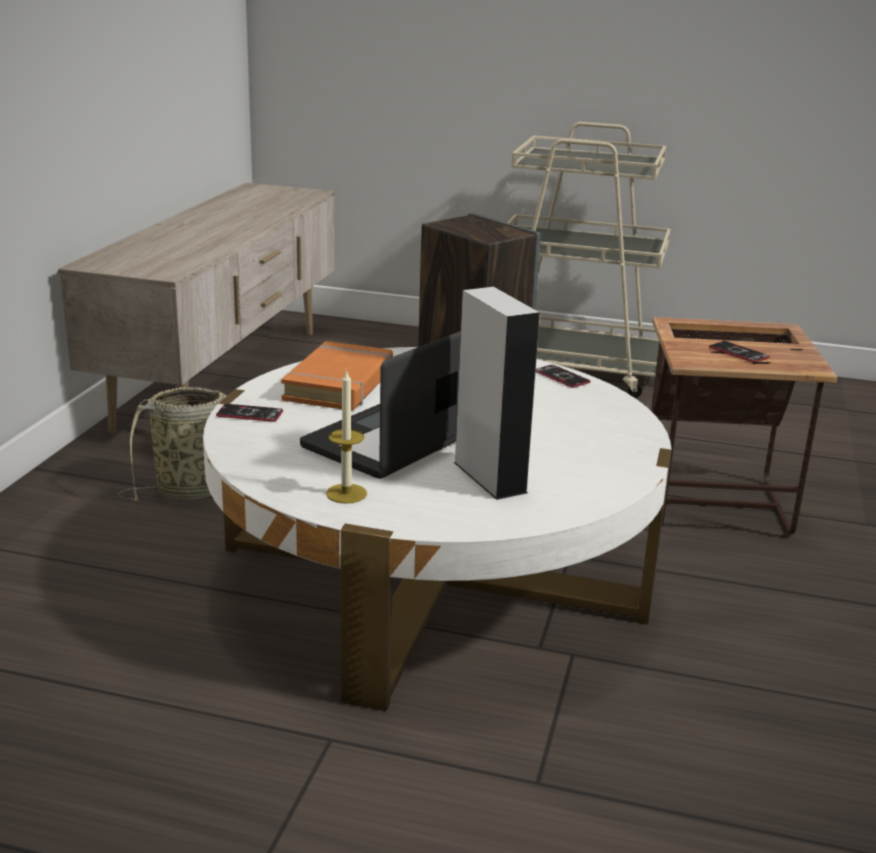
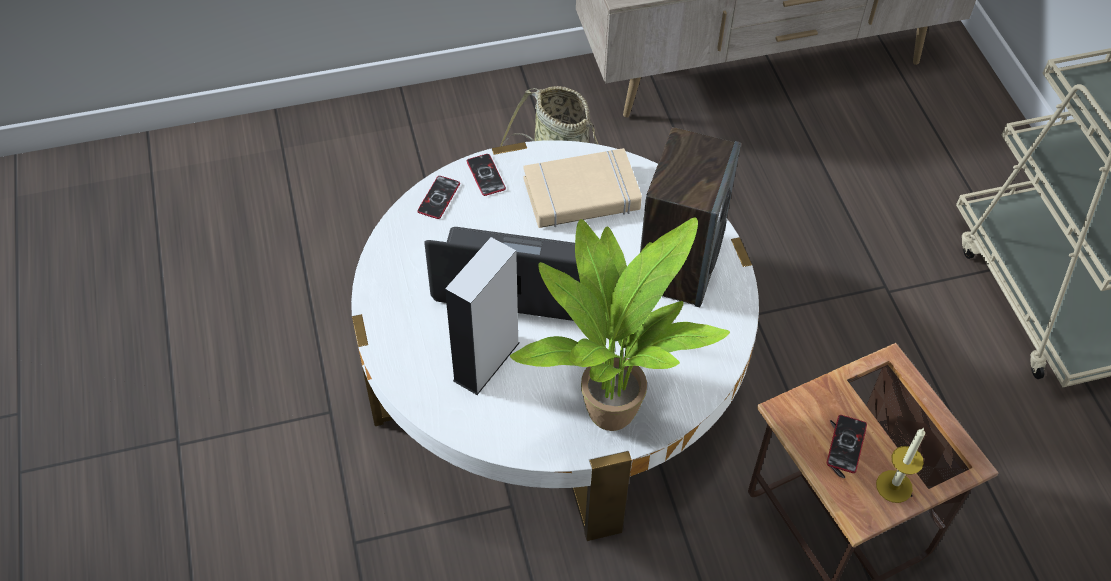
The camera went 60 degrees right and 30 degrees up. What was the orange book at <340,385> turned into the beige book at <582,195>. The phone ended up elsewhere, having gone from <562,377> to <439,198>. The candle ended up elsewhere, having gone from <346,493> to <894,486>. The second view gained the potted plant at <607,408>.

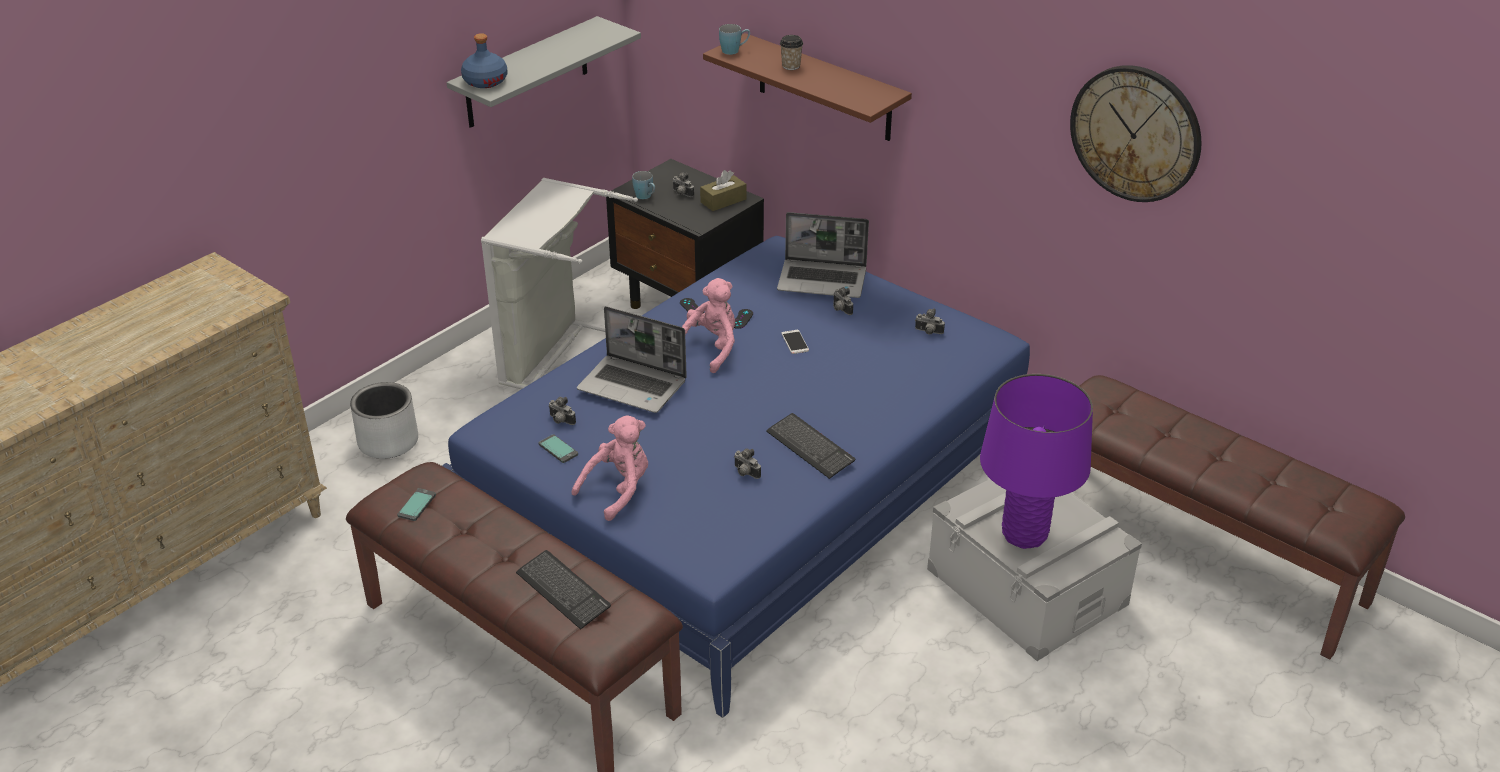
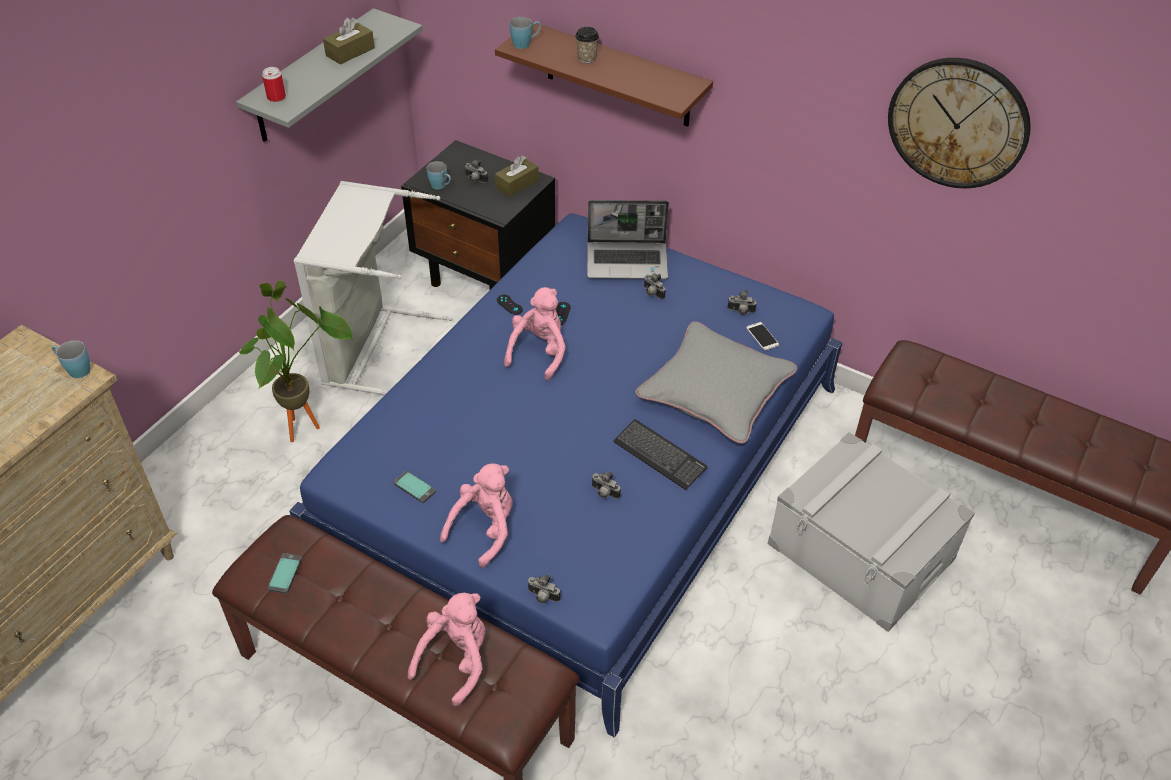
The camera went 10 degrees left and 10 degrees up. Where the blue bottle stood at <485,81>, the can came to stand at <276,97>. The second view lost the laptop at <634,386>. The phone ended up elsewhere, having gone from <795,342> to <762,336>. The second view lost the purple table lamp at <1024,534>. The second view lost the grey planter at <388,441>. The photo camera ended up elsewhere, having gone from <560,421> to <542,597>. Where the keyboard stood at <563,591>, the pink plush toy came to stand at <456,660>. The second view gained the brown tissue box at <350,52>. The second view gained the potted plant at <307,424>. The second view gained the grey pillow at <715,390>. The second view gained the blue mug at <75,369>.

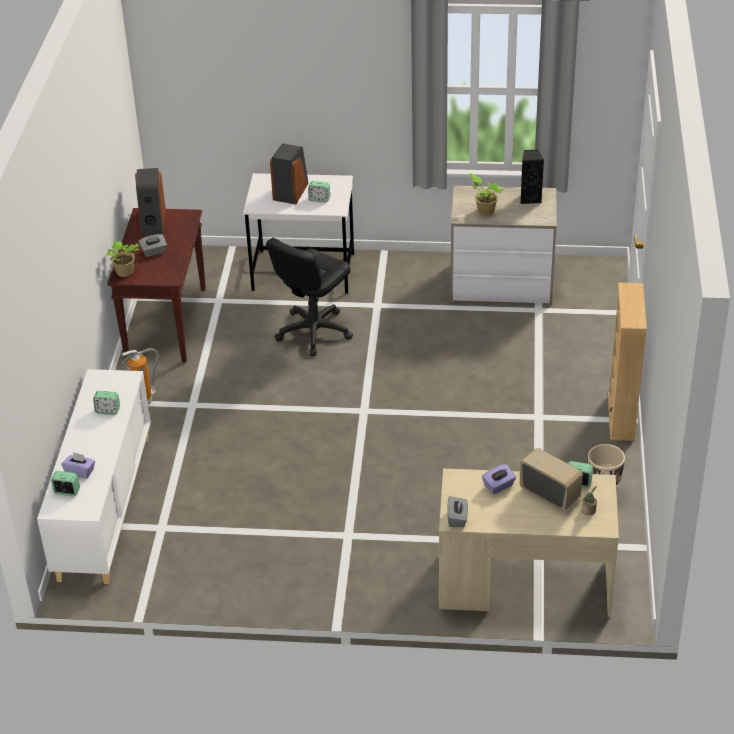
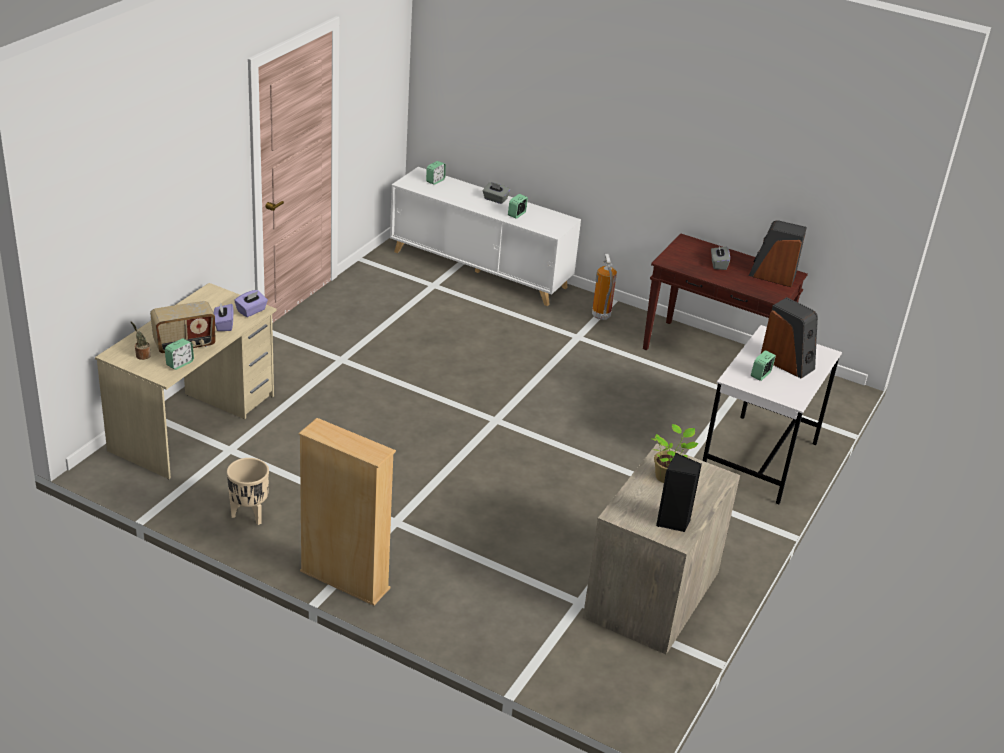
The camera went 110 degrees right and 5 degrees down. The second view lost the black office chair at <313,331>. The second view lost the potted plant at <124,273>. The purple tissue box ended up elsewhere, having gone from <80,472> to <251,311>. The grey tissue box ended up elsewhere, having gone from <457,518> to <495,199>.

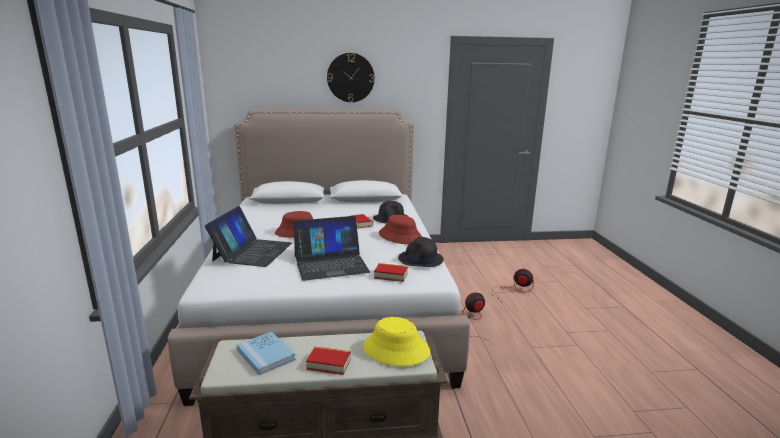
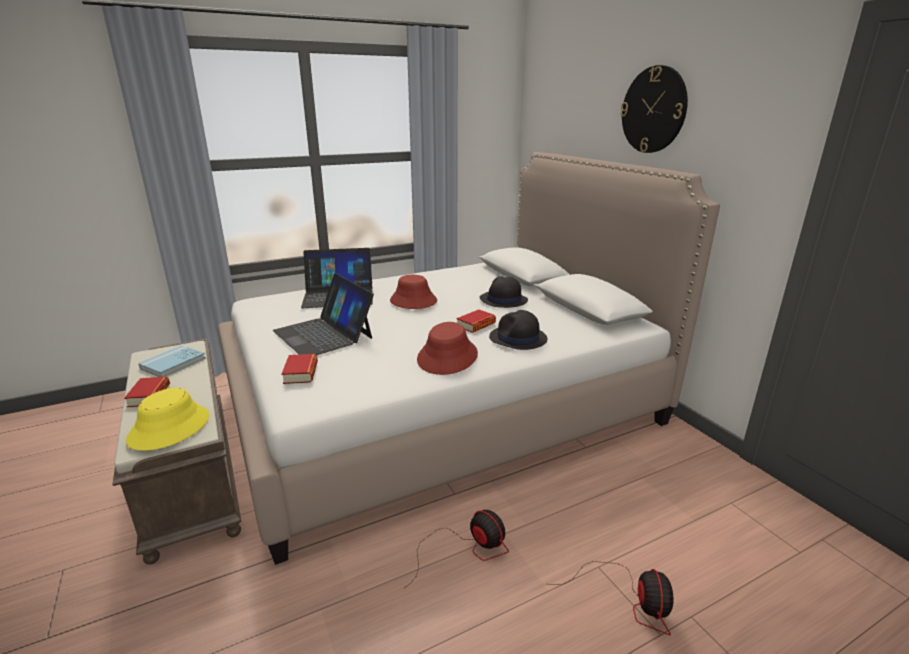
The camera went 70 degrees right and 5 degrees up. The black hat ended up elsewhere, having gone from <421,259> to <503,300>.

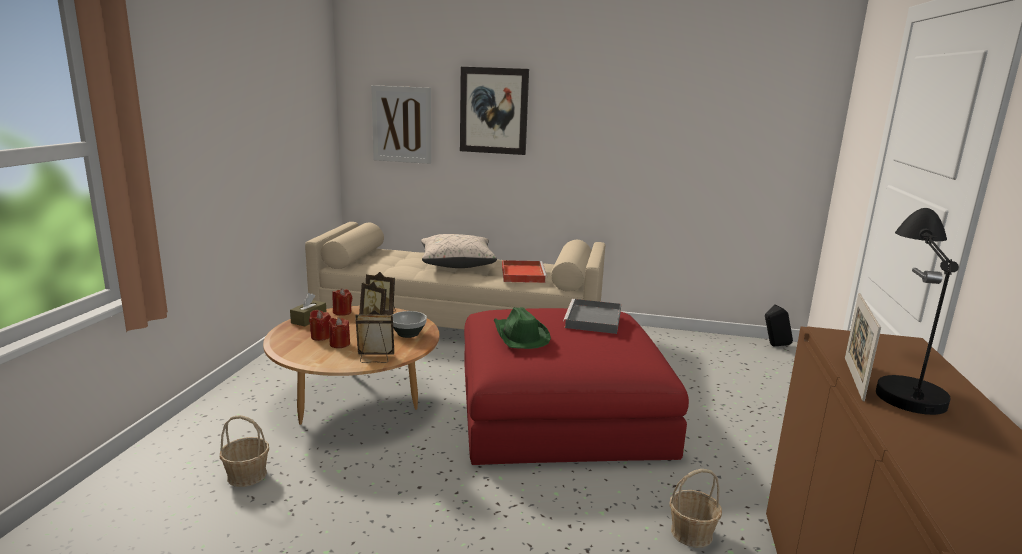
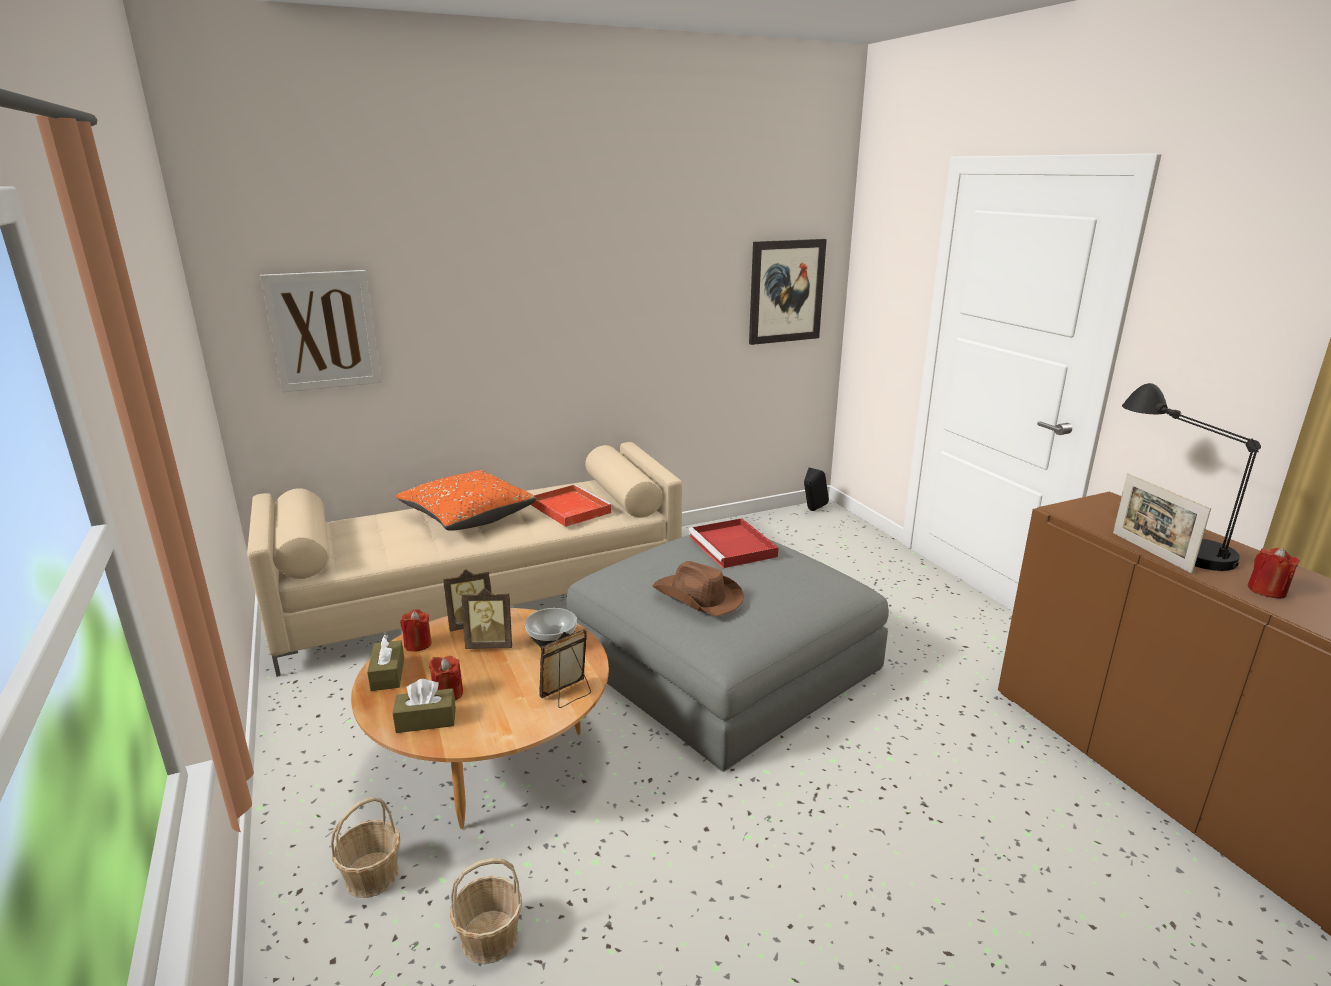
The camera went 35 degrees left and 5 degrees up. The picture ended up elsewhere, having gone from <494,111> to <786,291>. What was the beige pillow at <457,263> turned into the orange pillow at <468,516>. What was the grey tray at <593,320> turned into the red tray at <734,547>. What was the green hat at <519,336> turned into the brown hat at <698,597>. What was the red ottoman at <560,409> turned into the grey ottoman at <723,662>. The red candle ended up elsewhere, having gone from <339,344> to <1266,590>. The basket ended up elsewhere, having gone from <692,533> to <372,875>. The second view gained the brown tissue box at <426,720>.

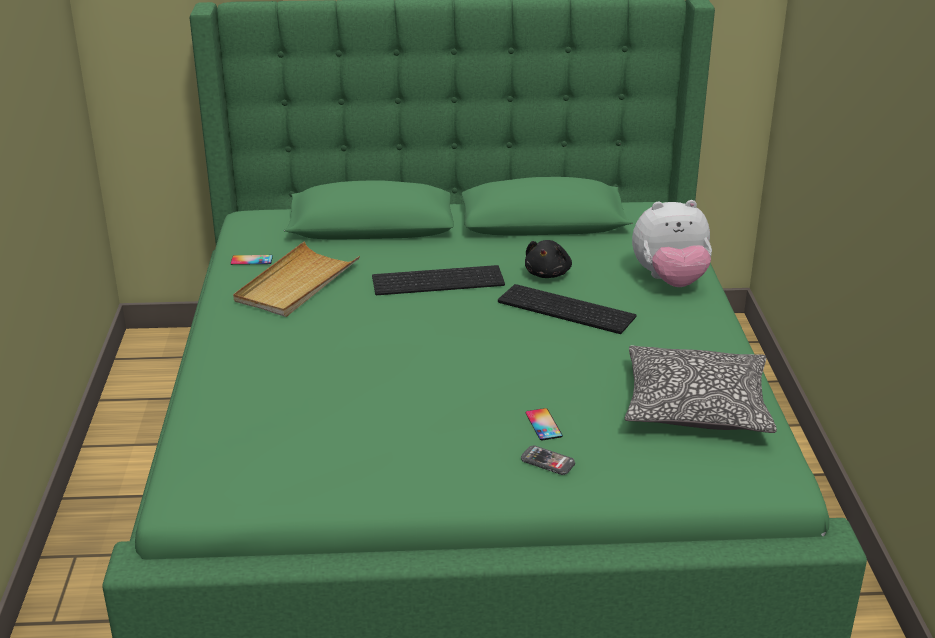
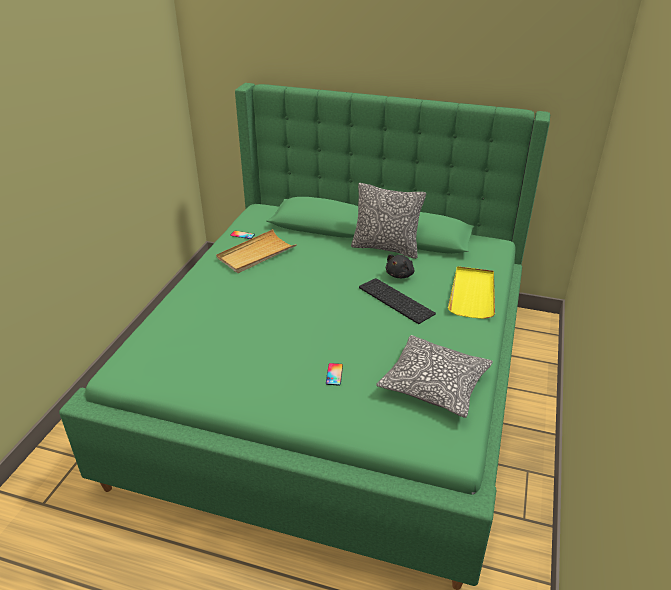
The camera went 20 degrees right and 5 degrees up. Where the plush toy stood at <670,281>, the yellow tray came to stand at <472,294>. The second view lost the keyboard at <439,280>. The second view lost the phone at <547,462>. The second view gained the pillow at <386,248>.

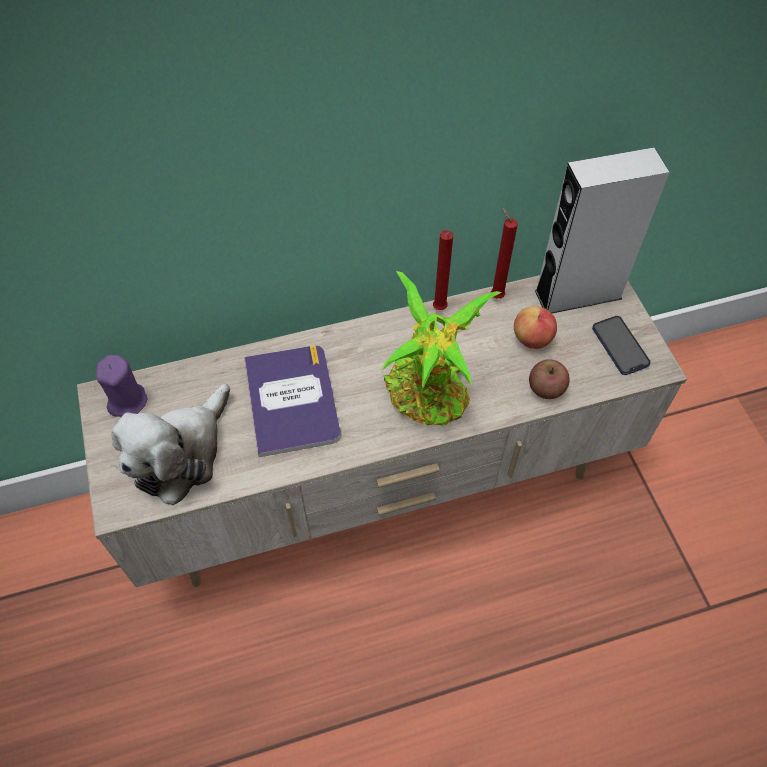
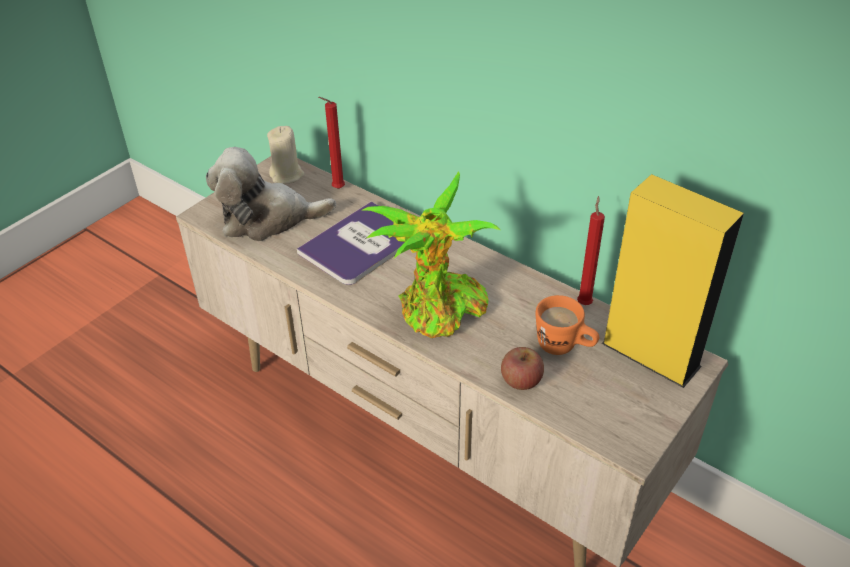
The camera went 55 degrees right and 15 degrees down. What was the grey speaker at <578,294> turned into the yellow speaker at <650,354>. The red candle ended up elsewhere, having gone from <439,310> to <336,189>. Where the apple stood at <532,339>, the orange mug came to stand at <564,347>. The second view lost the phone at <620,346>. What was the purple candle at <127,401> turned into the beige candle at <287,175>.

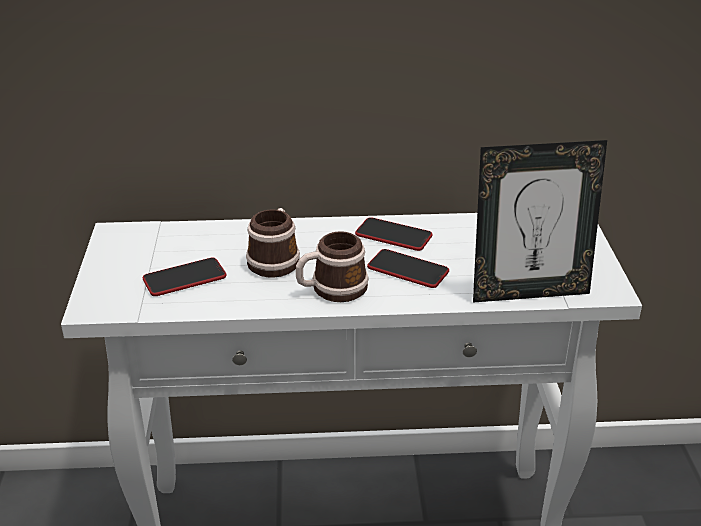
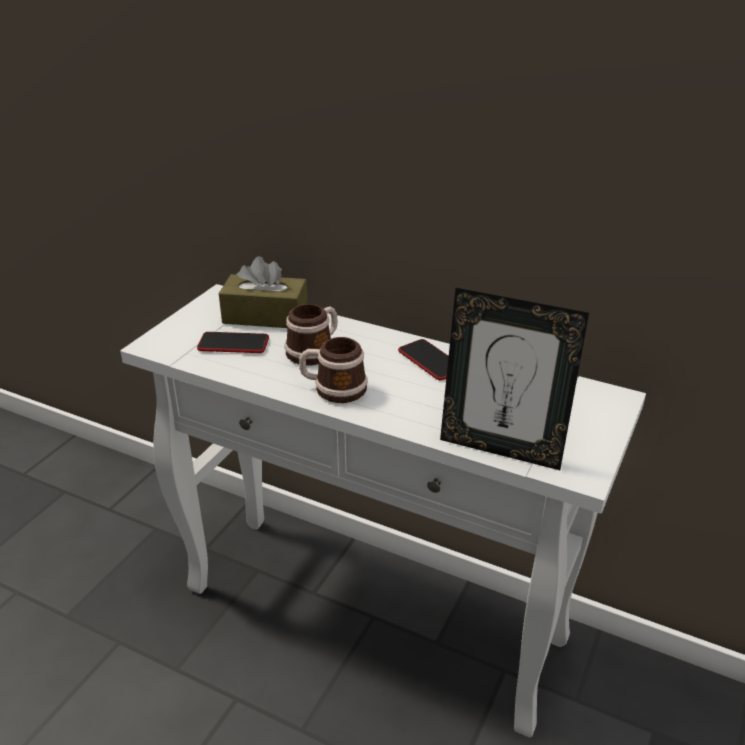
The camera went 30 degrees right and 0 degrees up. The second view lost the phone at <408,270>. The second view gained the brown tissue box at <265,316>.

